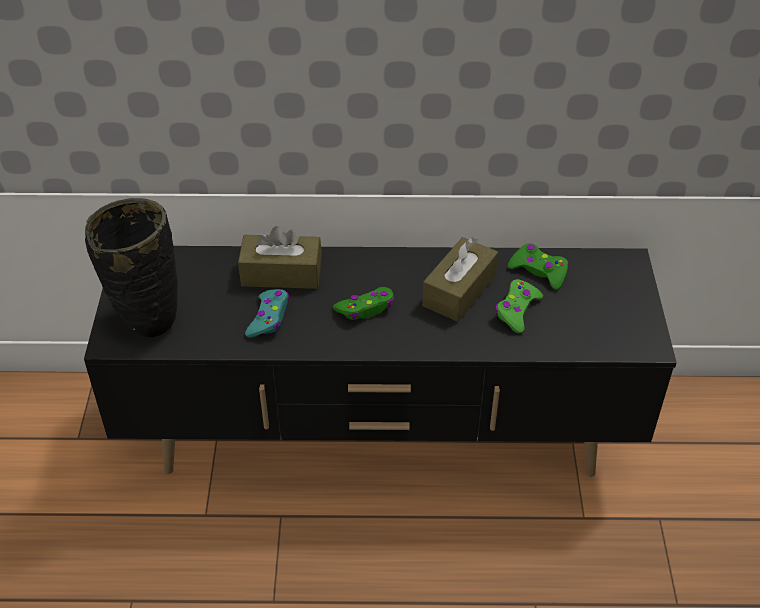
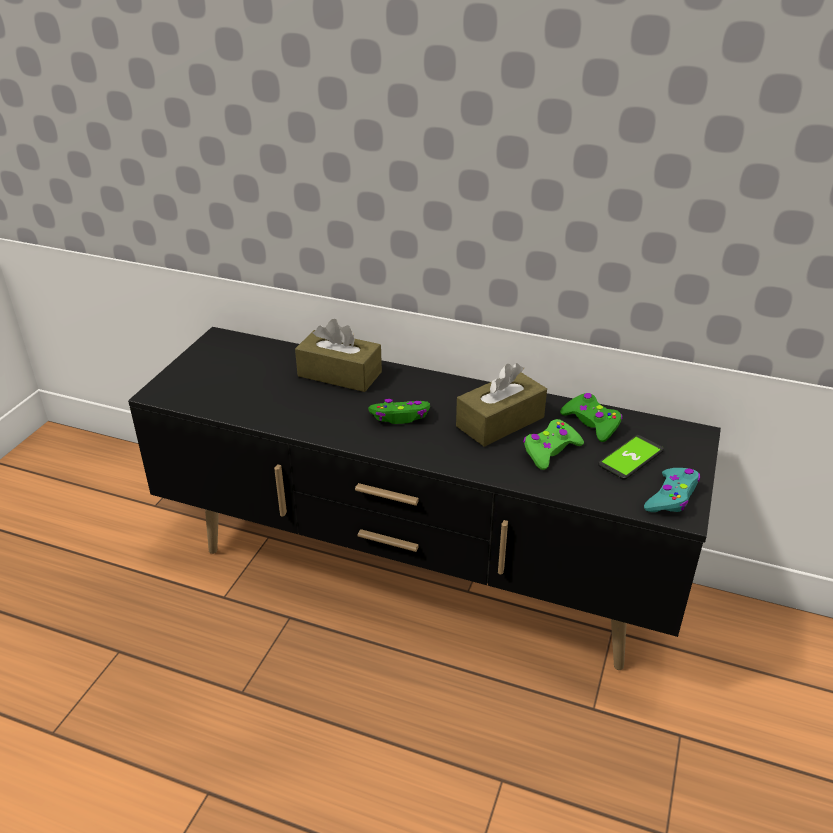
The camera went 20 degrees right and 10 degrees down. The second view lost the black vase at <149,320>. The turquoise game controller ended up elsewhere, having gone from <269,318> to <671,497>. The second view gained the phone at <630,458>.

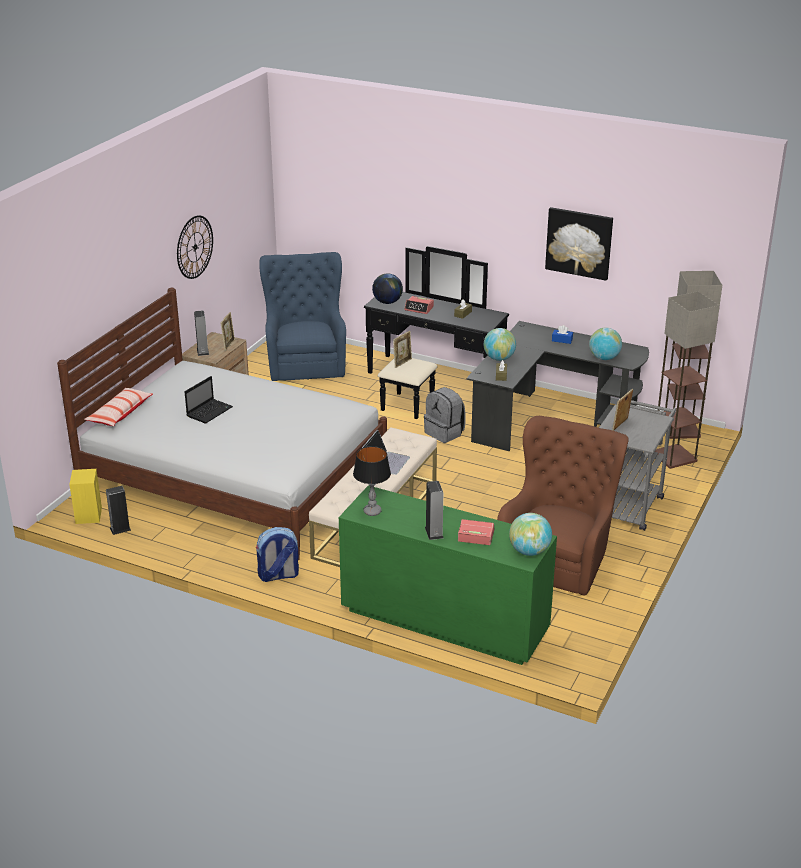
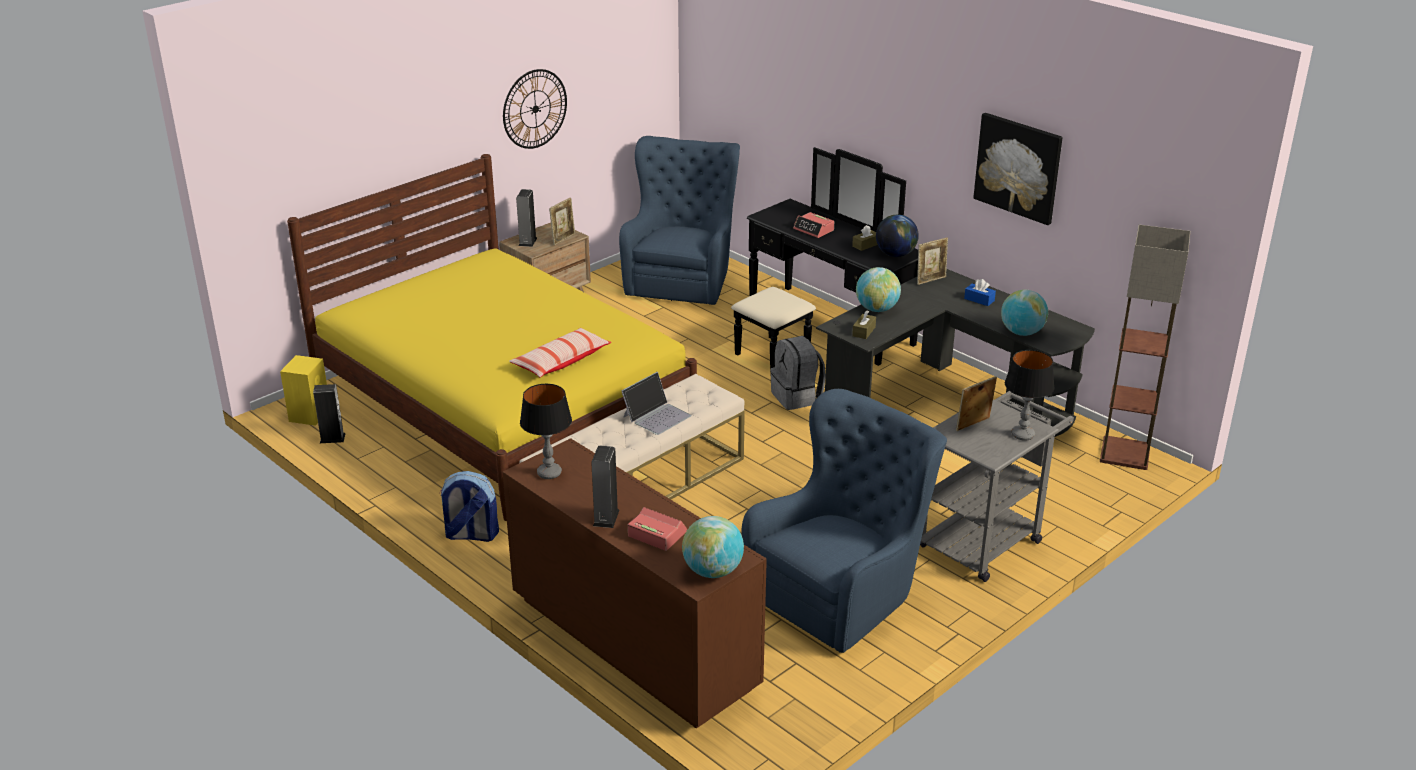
The camera went 20 degrees right and 0 degrees up. The globe ended up elsewhere, having gone from <387,302> to <895,254>. What was the white bed at <235,480> turned into the yellow bed at <503,406>. The second view lost the floor lamp at <675,457>. The picture frame ended up elsewhere, having gone from <402,363> to <930,280>. The second view lost the laptop at <210,411>. The pillow ended up elsewhere, having gone from <120,413> to <561,361>. What was the brown armchair at <559,557> turned into the blue armchair at <842,591>. What was the green dresser at <443,621> turned into the brown dresser at <633,643>. The second view gained the table lamp at <1022,435>.

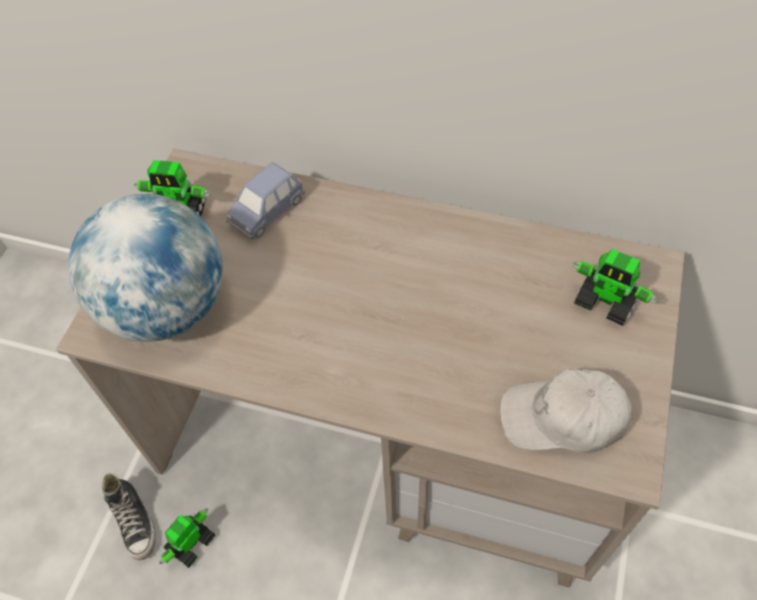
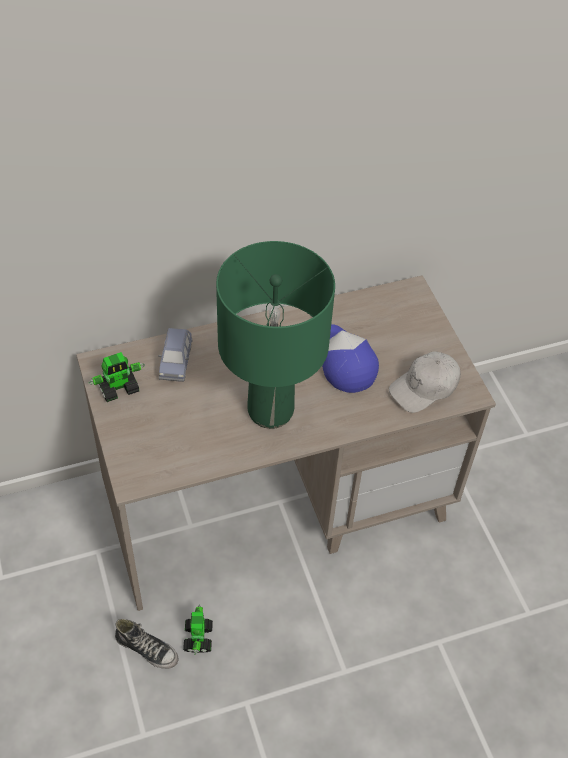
The camera went 40 degrees left and 5 degrees down. The second view lost the globe at <167,307>. The second view lost the toy robot at <606,302>. The second view gained the green table lamp at <269,411>. The second view gained the cap at <343,362>.

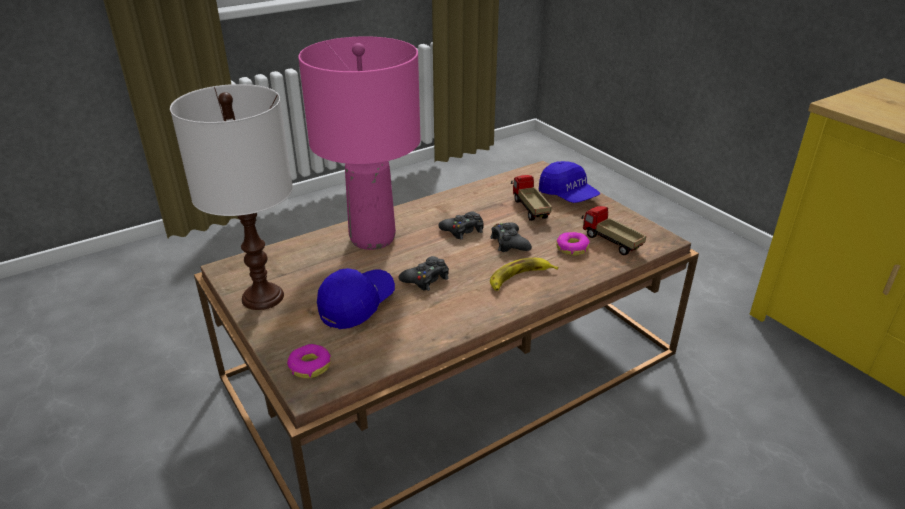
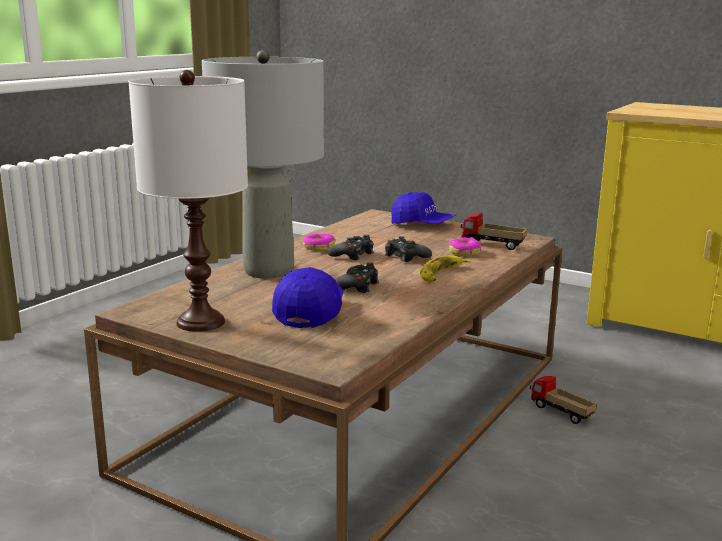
The camera went 25 degrees left and 15 degrees down. What was the pink table lamp at <373,238> turned into the grey table lamp at <269,271>. The toy truck ended up elsewhere, having gone from <529,209> to <560,412>. The donut ended up elsewhere, having gone from <310,366> to <318,247>.

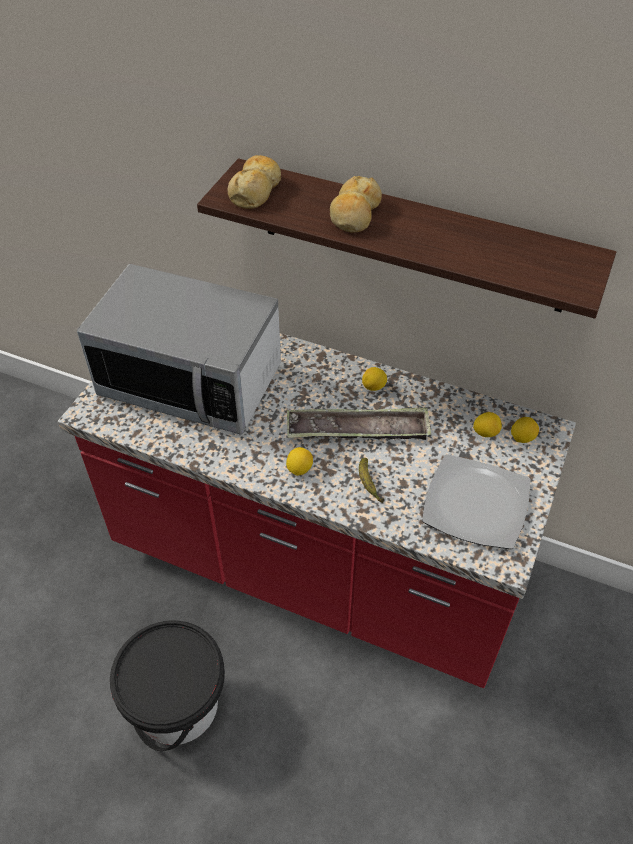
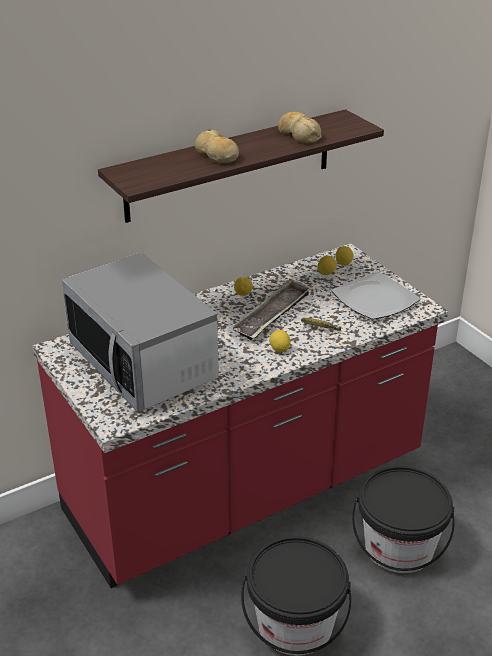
The camera went 55 degrees left and 15 degrees down. The bread ended up elsewhere, having gone from <256,190> to <299,135>. The microwave at <191,381> ended up facing another way, 90 degrees clockwise from before. The second view gained the black bucket at <399,547>.

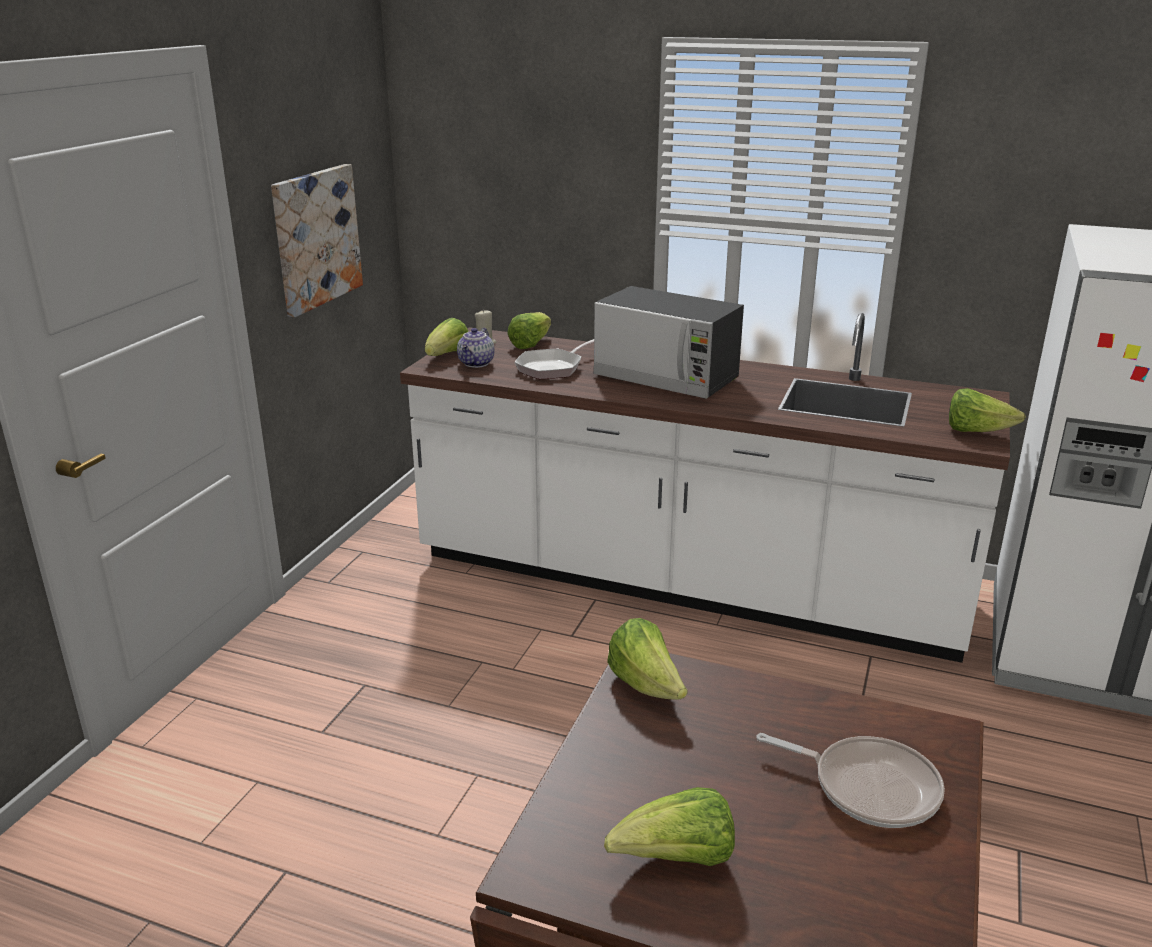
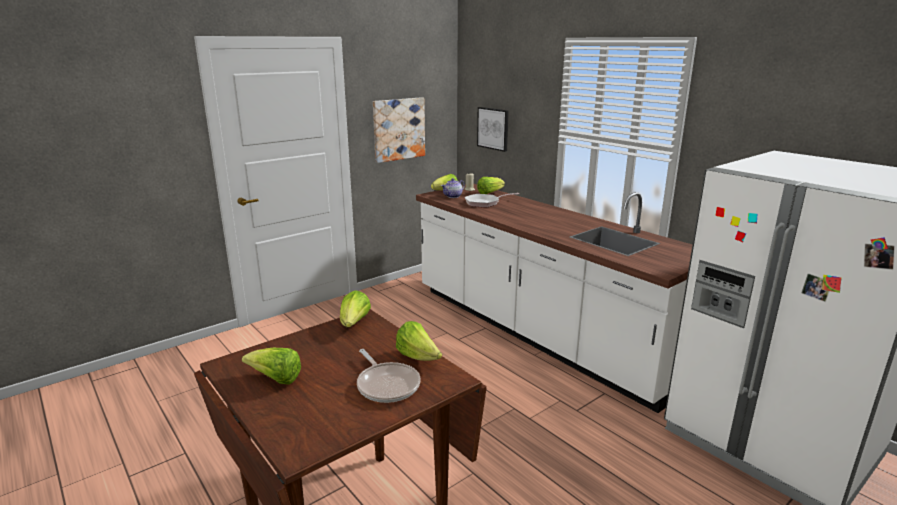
The camera went 30 degrees right and 5 degrees down. The second view lost the microwave at <666,378>. The lettuce ended up elsewhere, having gone from <976,431> to <418,357>. The second view gained the picture at <493,128>.

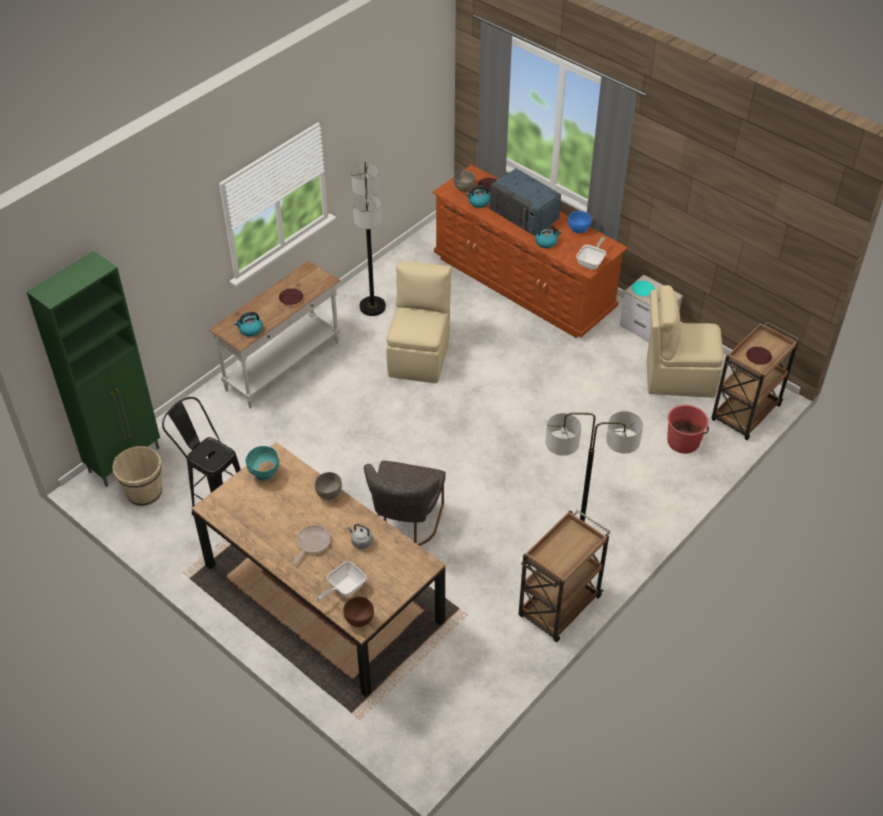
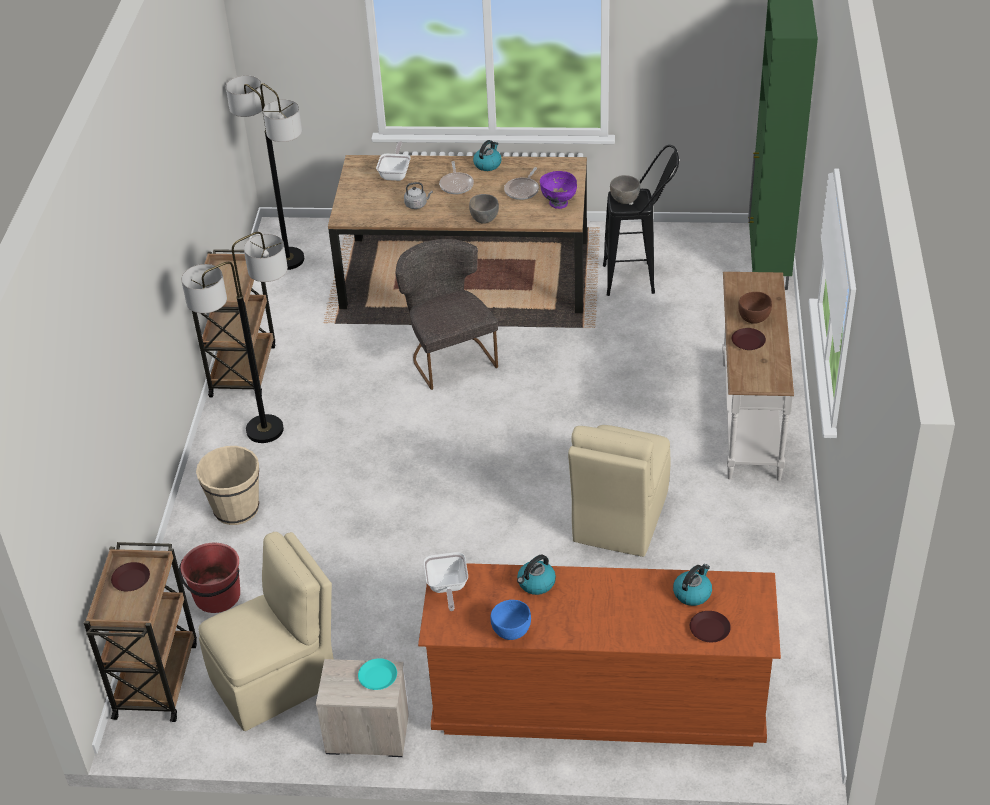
The camera went 145 degrees right and 5 degrees down. The floor lamp ended up elsewhere, having gone from <372,307> to <287,259>. The second view lost the blue microwave at <524,213>. The grey bowl ended up elsewhere, having gone from <464,188> to <624,200>. The beige chair at <420,356> ended up facing another way, 45 degrees clockwise from before. The kettle ended up elsewhere, having gone from <250,330> to <487,164>. The beige bucket ended up elsewhere, having gone from <144,493> to <236,508>. What was the turquoise bowl at <264,474> turned into the purple bowl at <558,204>. The brown bowl ended up elsewhere, having gone from <359,619> to <754,318>. The second view gained the frying pan at <522,190>.

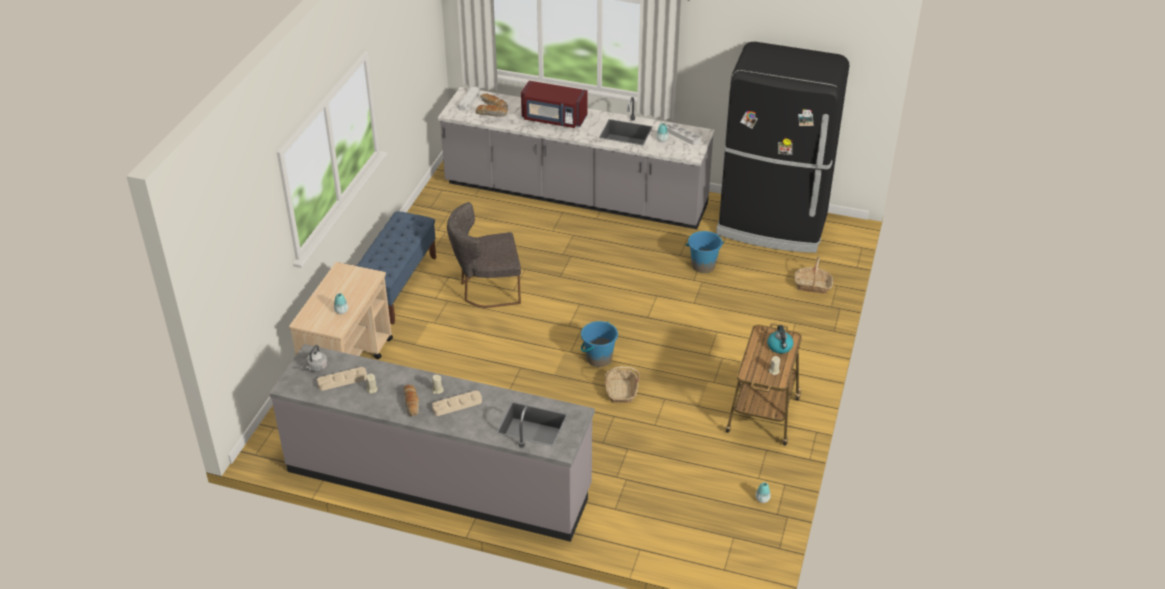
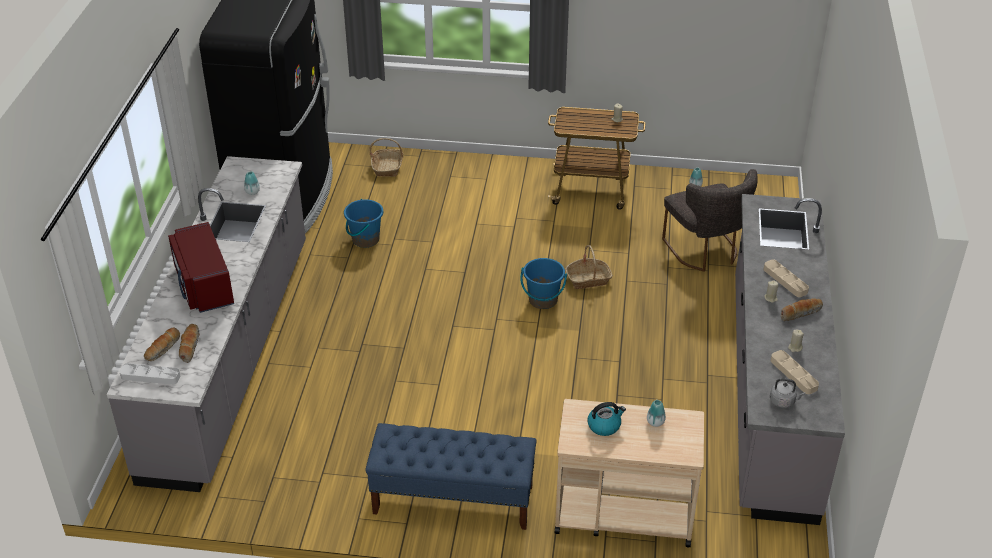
The camera went 100 degrees left and 0 degrees up. The red microwave at <554,119> ended up facing another way, 150 degrees clockwise from before. The second view lost the grey tray at <682,136>. The grey chair ended up elsewhere, having gone from <487,289> to <705,252>. The kettle ended up elsewhere, having gone from <780,347> to <604,425>.

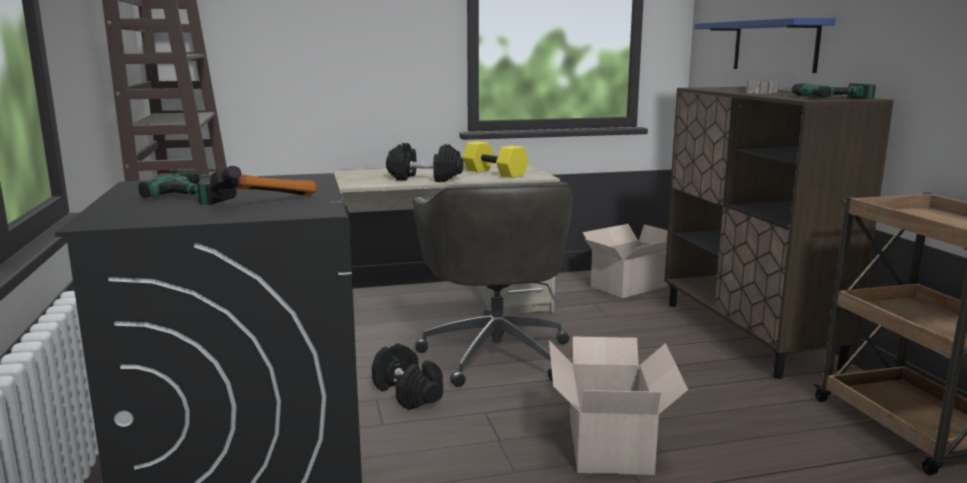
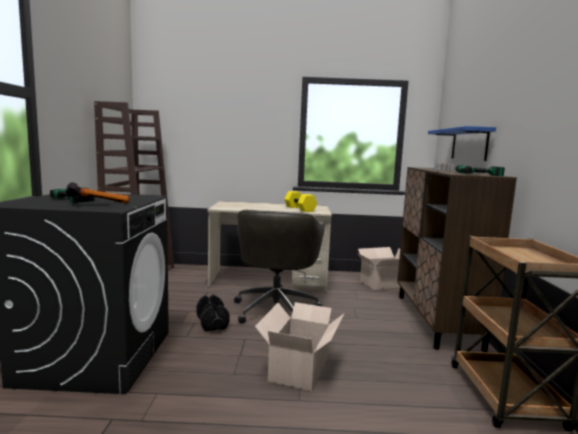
The camera went 15 degrees right and 5 degrees down. The second view lost the black dumbbell at <425,178>.

